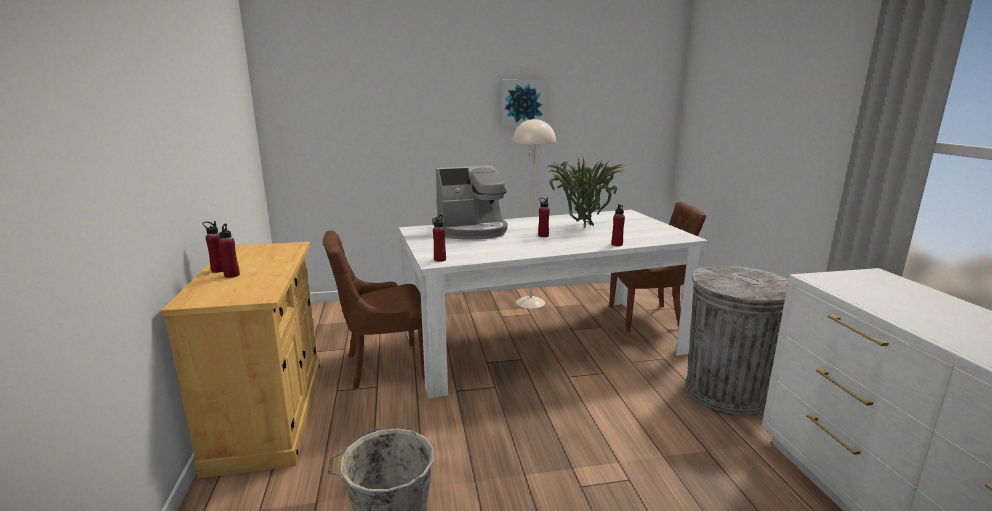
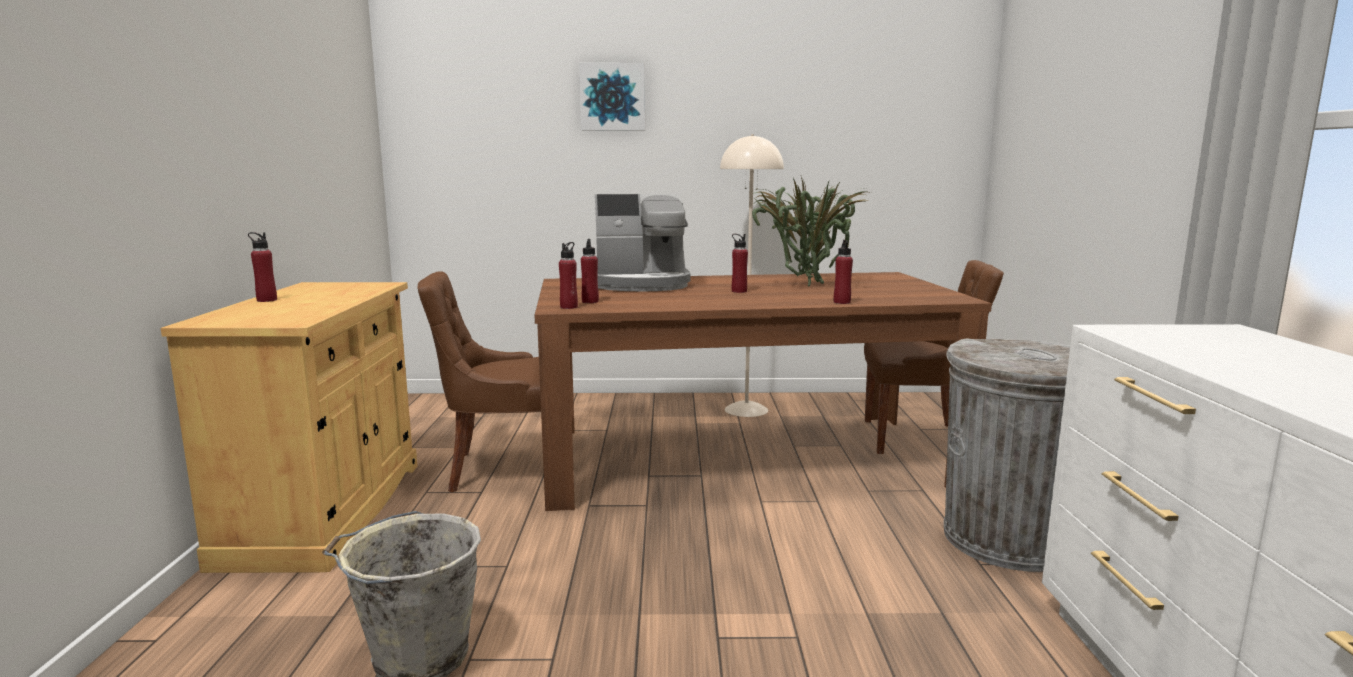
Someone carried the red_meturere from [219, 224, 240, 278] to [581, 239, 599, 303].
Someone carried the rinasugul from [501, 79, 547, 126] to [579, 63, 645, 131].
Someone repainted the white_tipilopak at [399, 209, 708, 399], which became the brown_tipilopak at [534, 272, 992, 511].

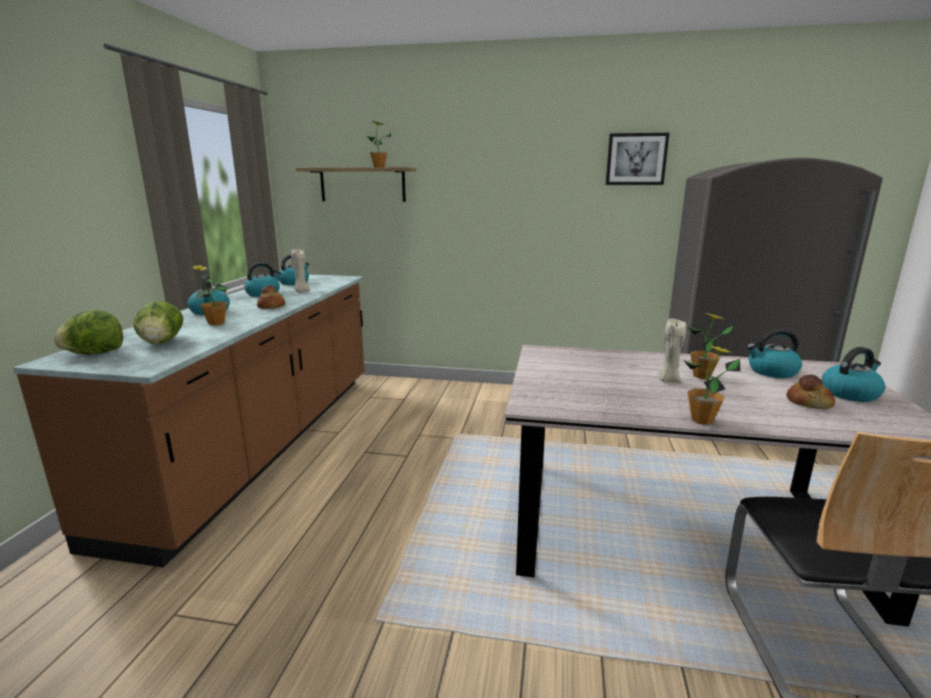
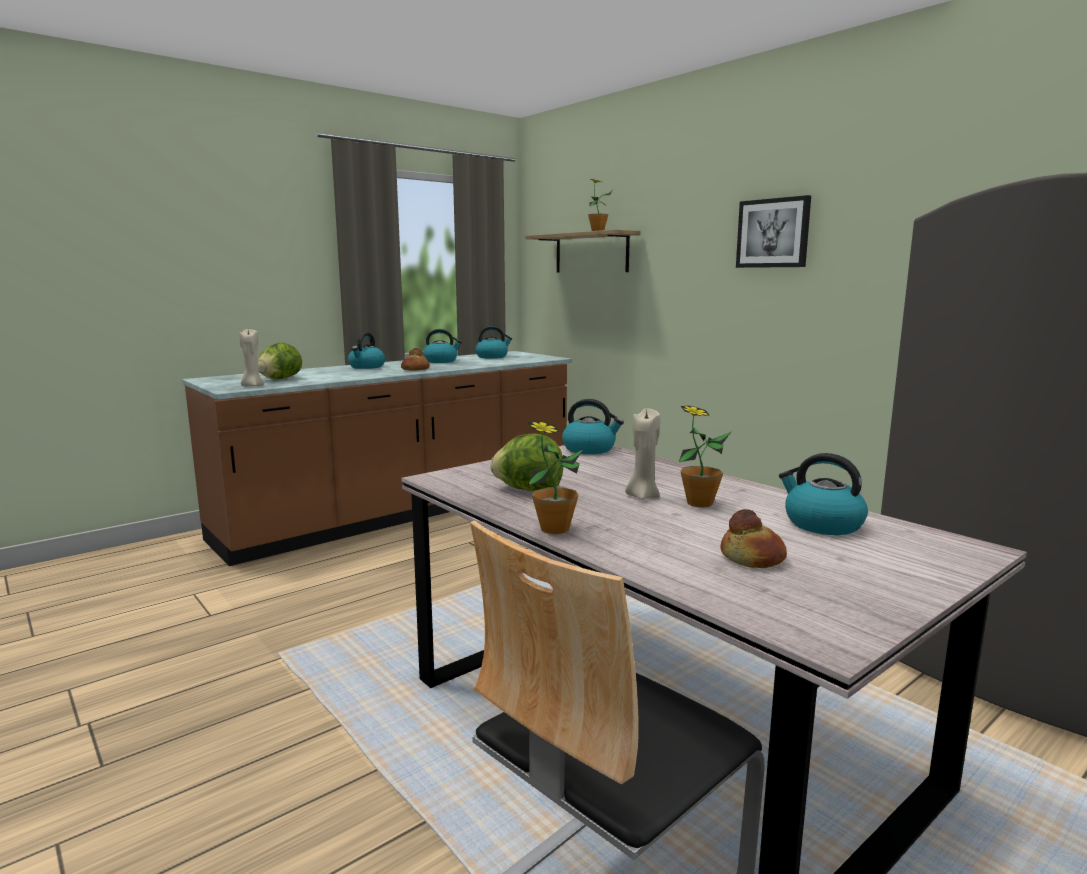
Someone took away the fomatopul at [191, 265, 228, 325].
Someone carried the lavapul from [54, 310, 123, 354] to [490, 433, 563, 491].
Someone carried the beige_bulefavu from [291, 249, 310, 292] to [239, 329, 264, 386].
Someone carried the rinasugul from [606, 133, 669, 185] to [736, 195, 811, 268].
Someone carried the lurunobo from [822, 347, 885, 402] to [562, 399, 624, 454].

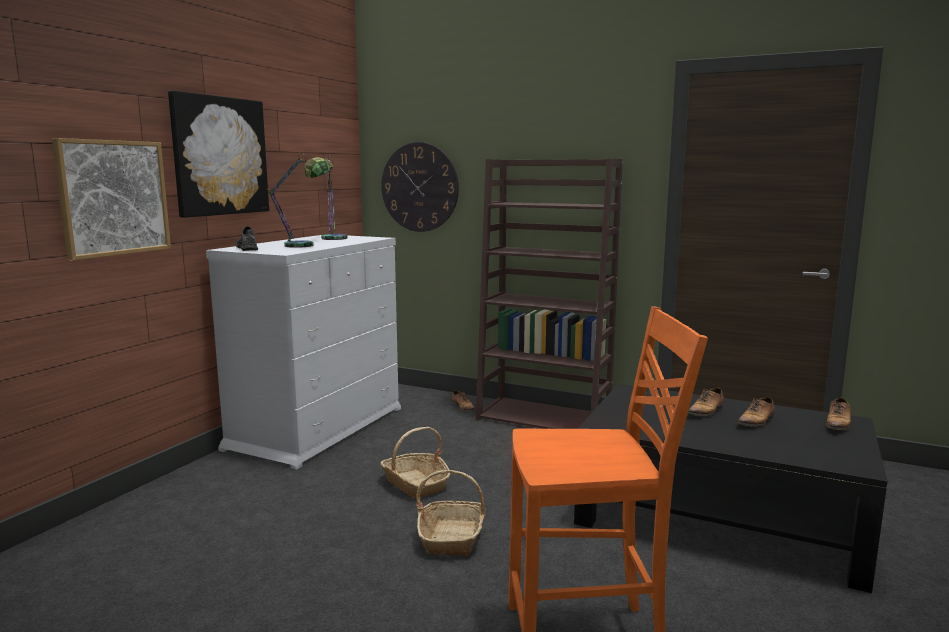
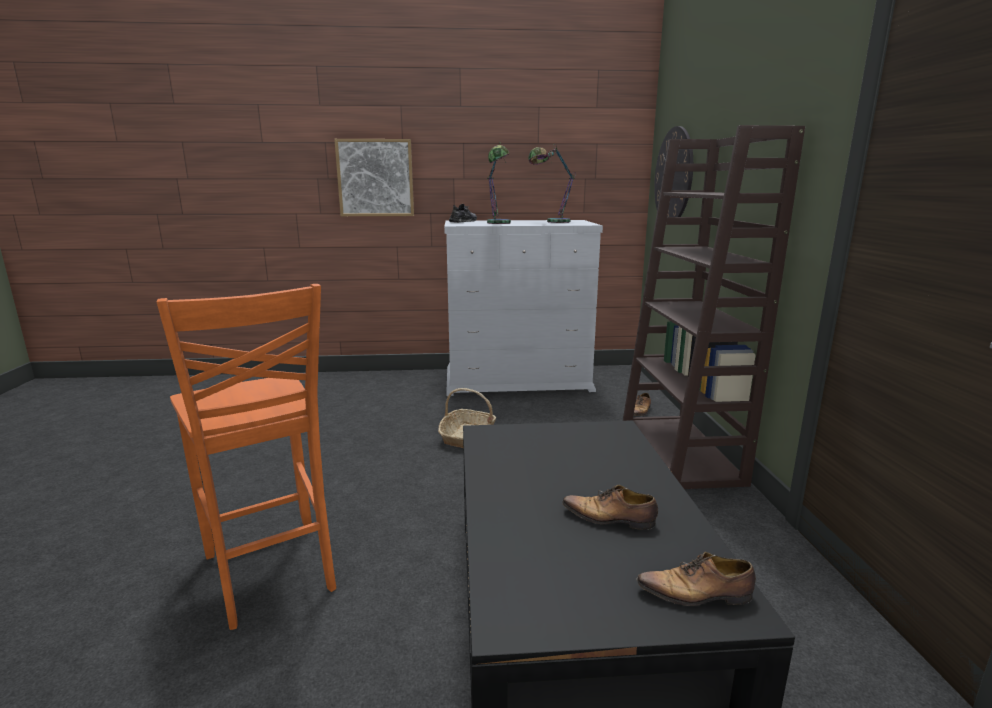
Someone took away the rinasugul at [168, 91, 269, 218].
Someone took away the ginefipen at [416, 470, 486, 556].
Someone took away the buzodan at [688, 388, 724, 416].

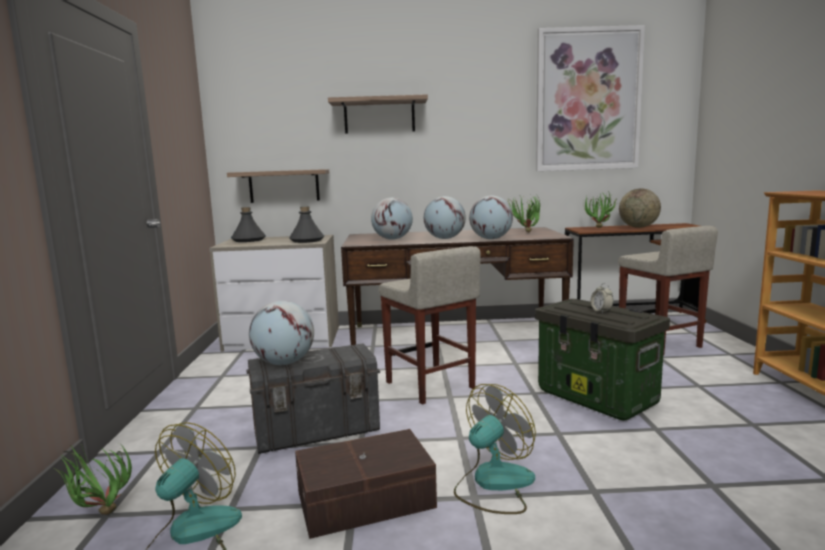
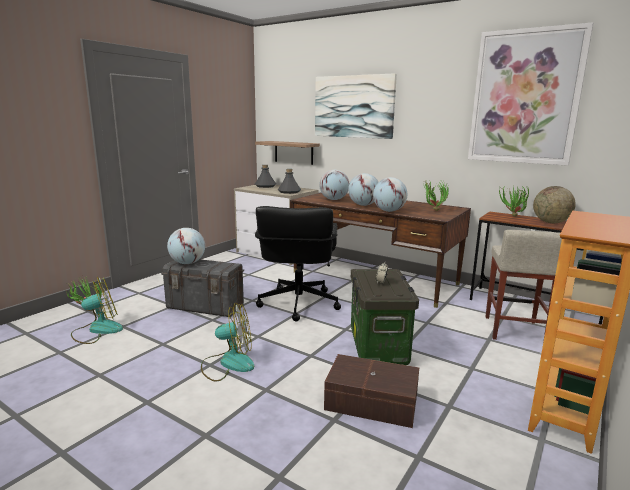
Someone carried the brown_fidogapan from [295, 429, 437, 539] to [324, 354, 419, 428].
Someone swapped the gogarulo at [328, 94, 428, 134] for the rinasugul at [315, 73, 397, 139].
Someone swapped the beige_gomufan at [378, 246, 481, 405] for the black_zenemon at [255, 206, 341, 321].

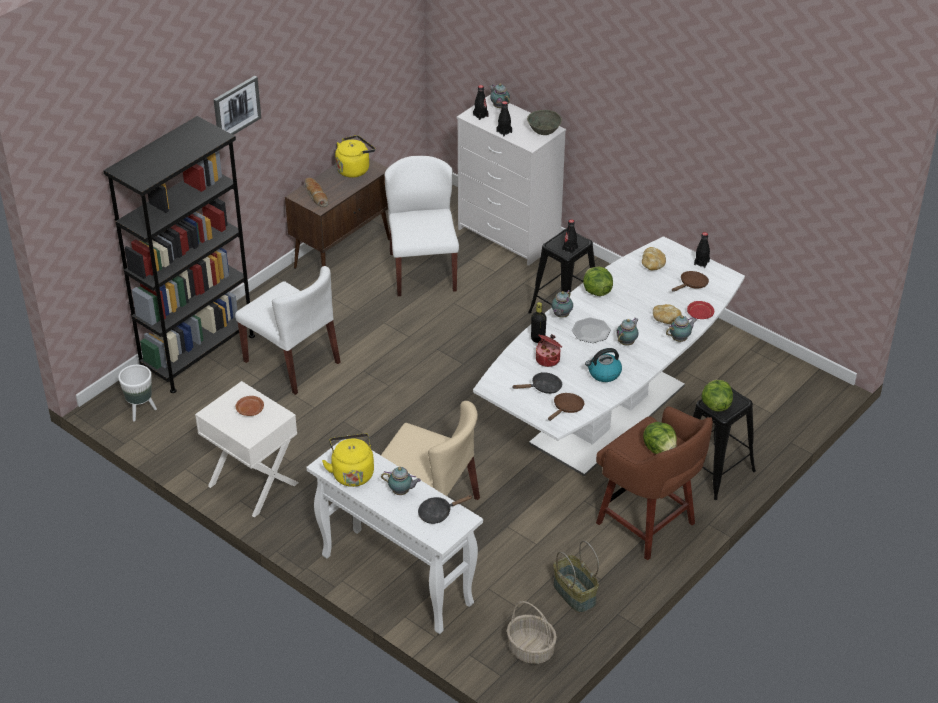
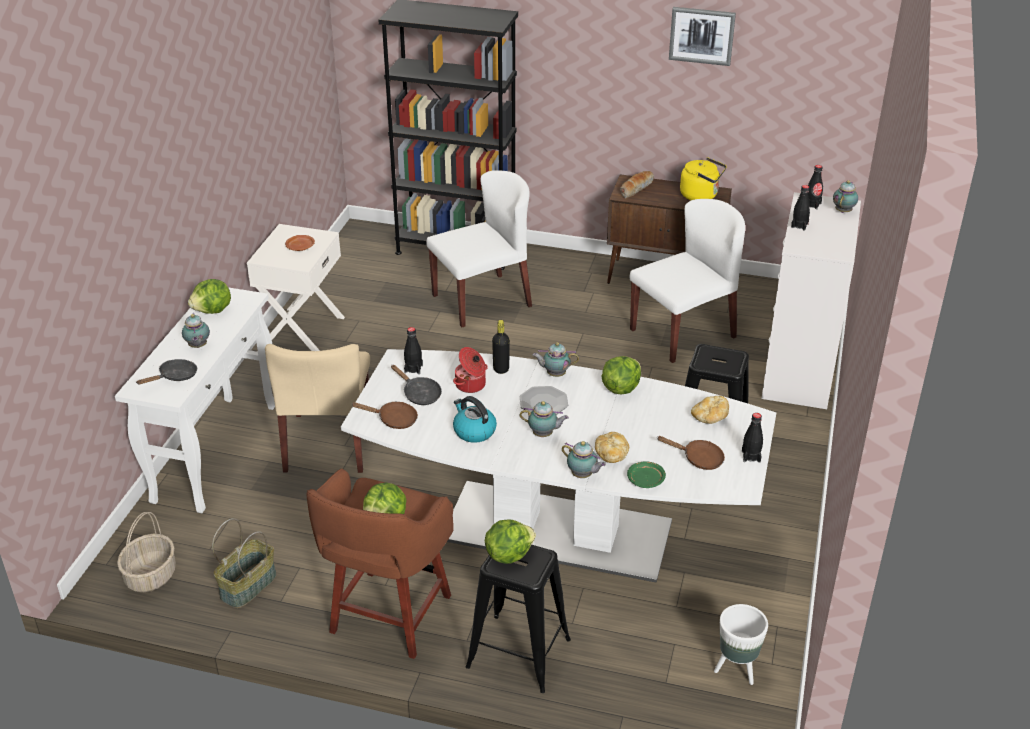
Someone took away the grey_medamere at [527, 110, 562, 135].
Someone carried the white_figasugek from [118, 365, 157, 422] to [714, 604, 768, 685].
Someone carried the rinasugul from [214, 76, 261, 135] to [669, 7, 736, 66].
Someone carried the black_meturere from [562, 219, 578, 255] to [404, 327, 423, 374].
Someone swapped the yellow_lurunobo at [322, 434, 374, 487] for the lavapul at [188, 279, 231, 314].
Someone repainted the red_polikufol at [687, 301, 714, 319], which became the green_polikufol at [627, 461, 666, 488].
Someone rotated the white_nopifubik at [235, 266, 341, 395] by 135 degrees counterclockwise.
Someone rotated the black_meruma at [418, 495, 472, 524] by 90 degrees clockwise.

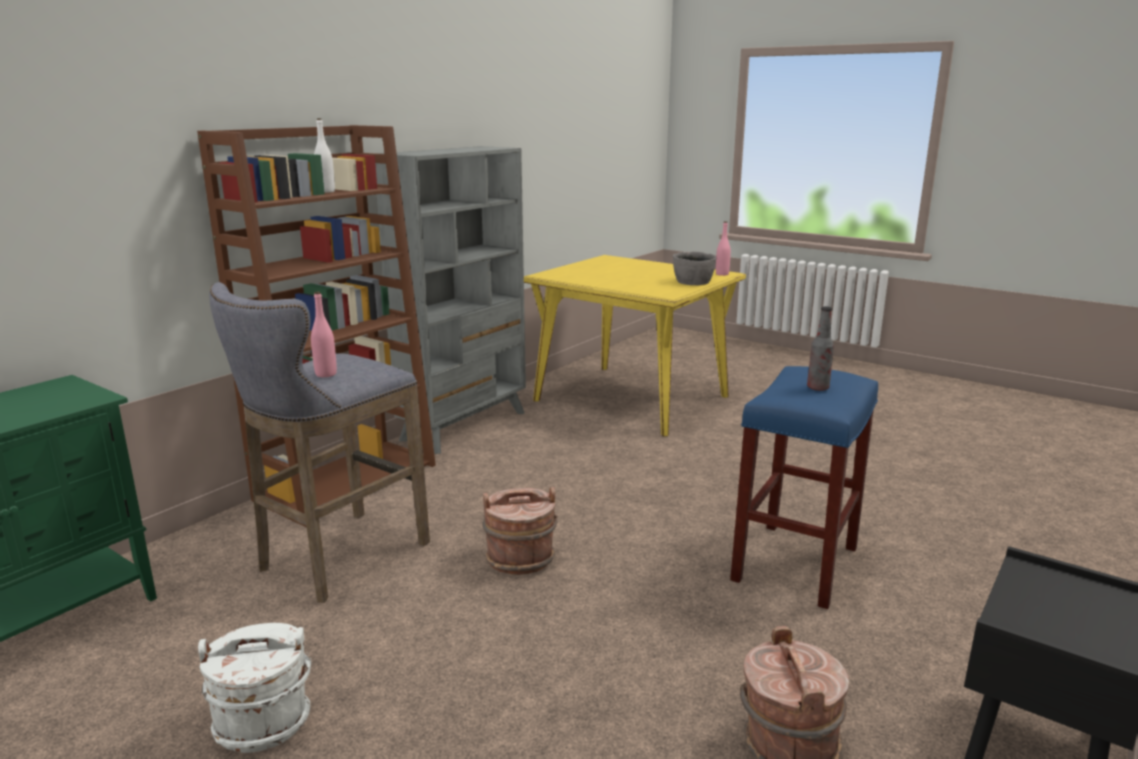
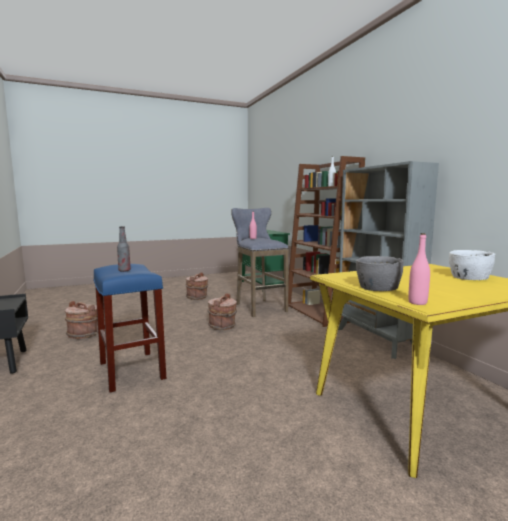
Someone put down the white_medamere at [449, 250, 495, 280].
Someone repainted the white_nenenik at [198, 623, 311, 753], which became the brown_nenenik at [186, 272, 208, 300].

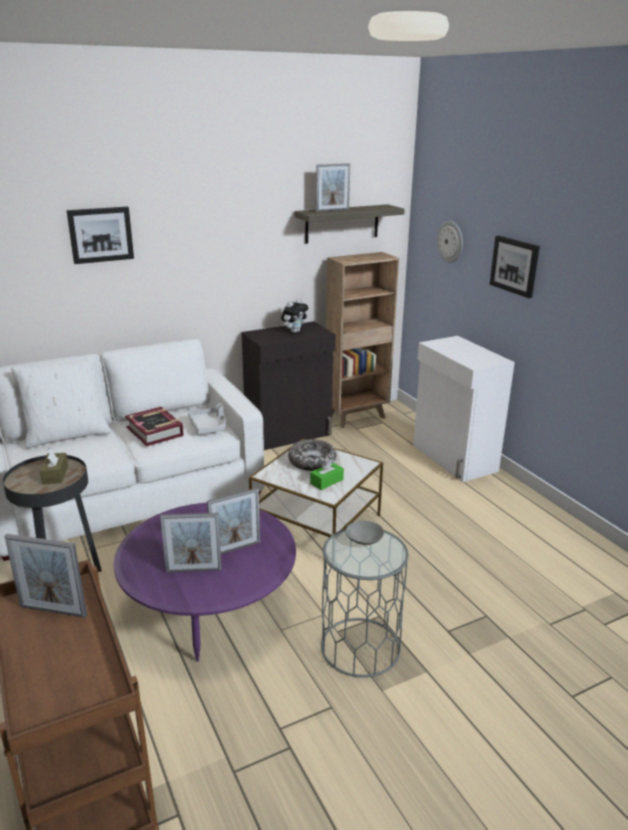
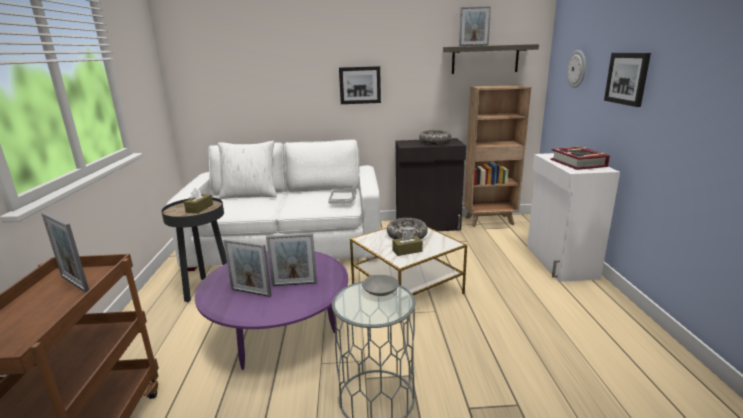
Someone carried the rinasugul from [66, 207, 134, 264] to [339, 66, 381, 104].
Someone carried the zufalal from [125, 407, 184, 446] to [550, 147, 610, 170].
Someone swapped the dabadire at [281, 298, 308, 333] for the medamere at [419, 130, 451, 145].
Someone repainted the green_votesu at [310, 459, 344, 490], which became the brown_votesu at [392, 230, 423, 256].

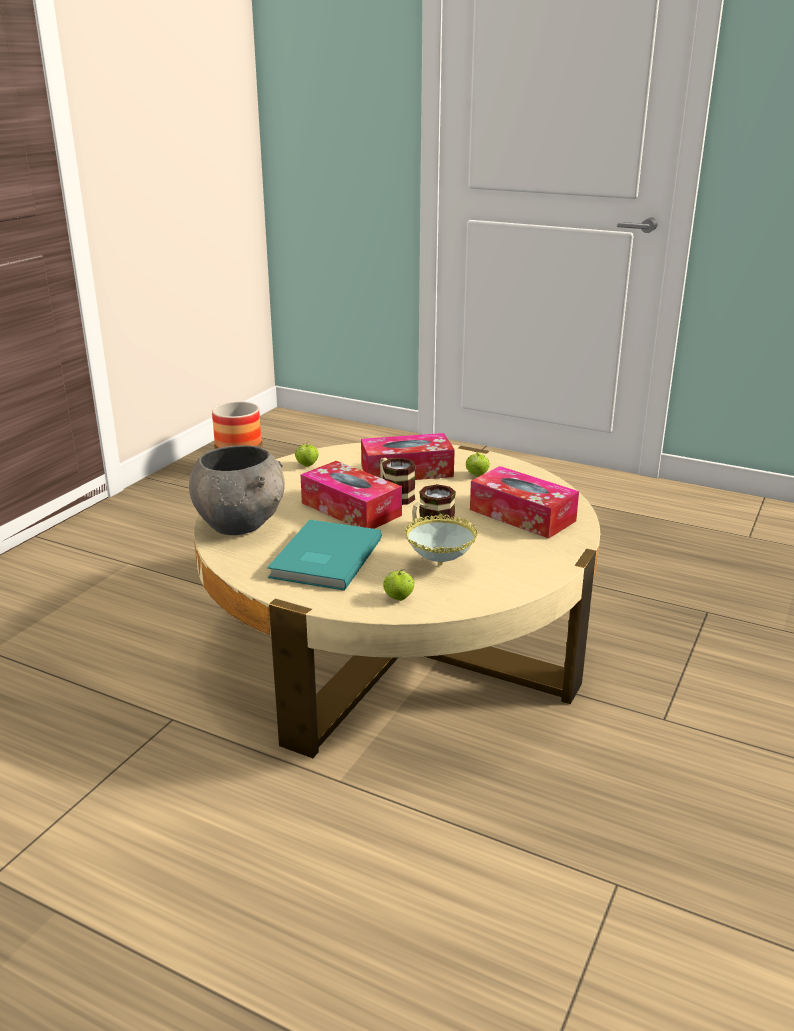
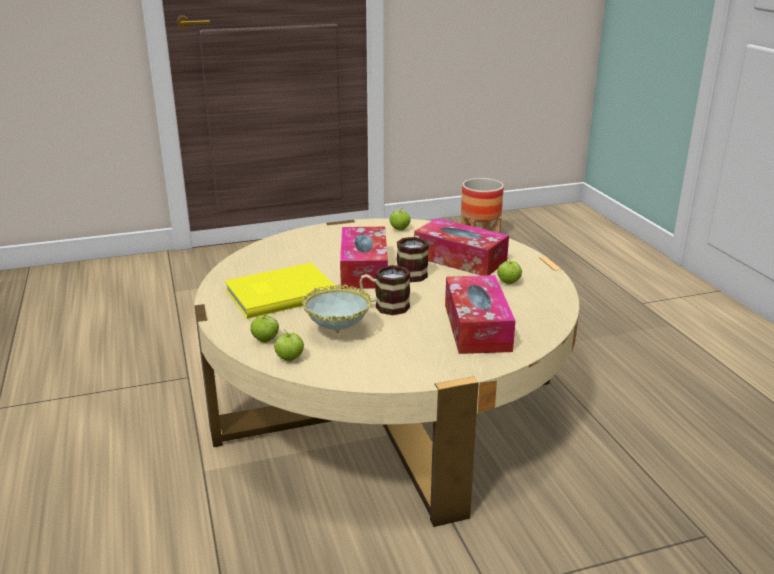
Someone took away the grey_medamere at [189, 445, 285, 535].
Someone put down the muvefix at [274, 330, 304, 361].
Someone repainted the turquoise_zufalal at [267, 520, 382, 591], which became the yellow_zufalal at [224, 263, 336, 319].

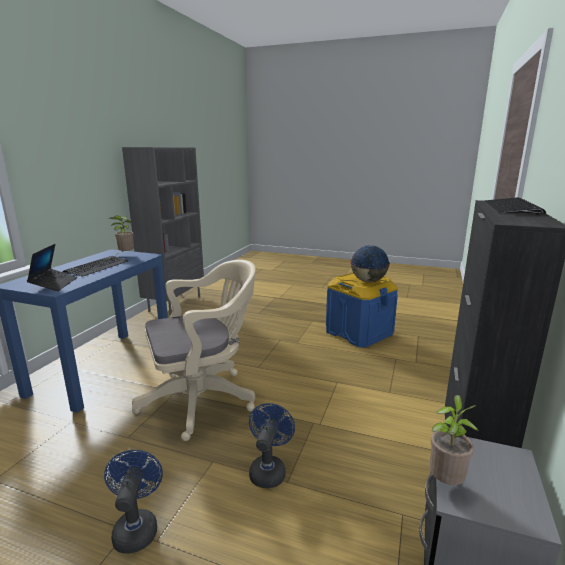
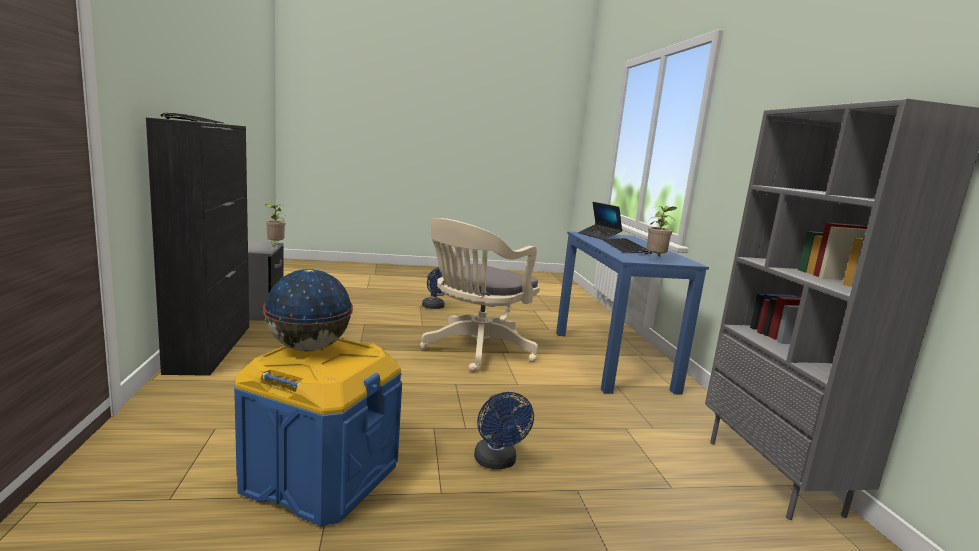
Someone carried the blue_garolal from [249, 403, 295, 488] to [474, 392, 534, 469].

